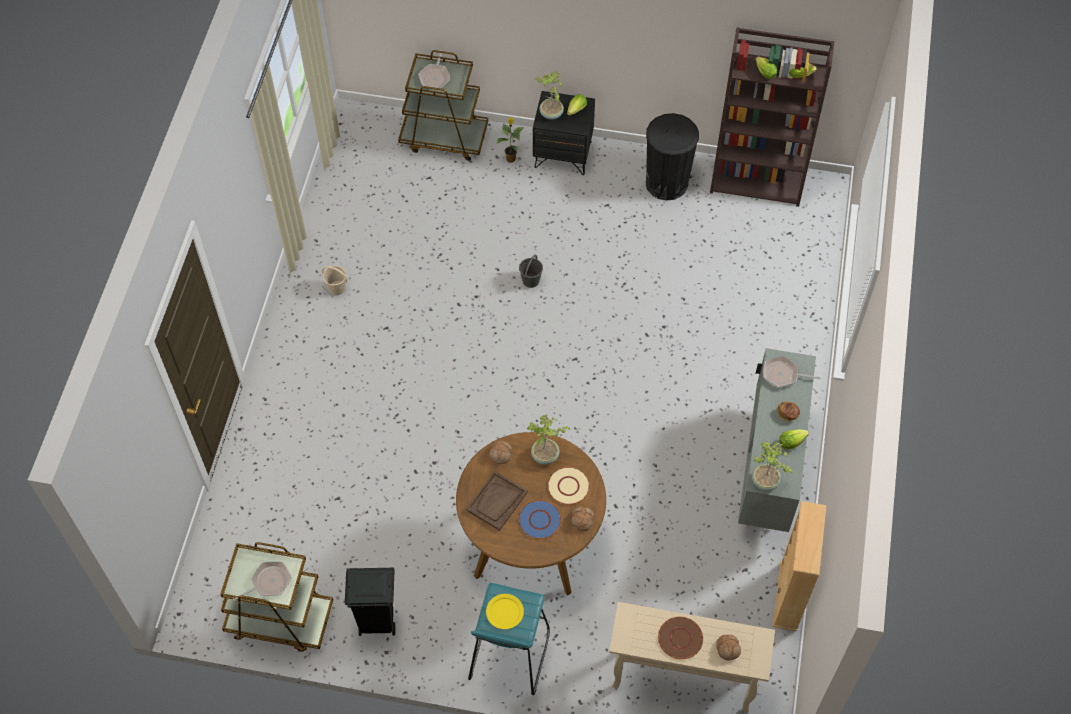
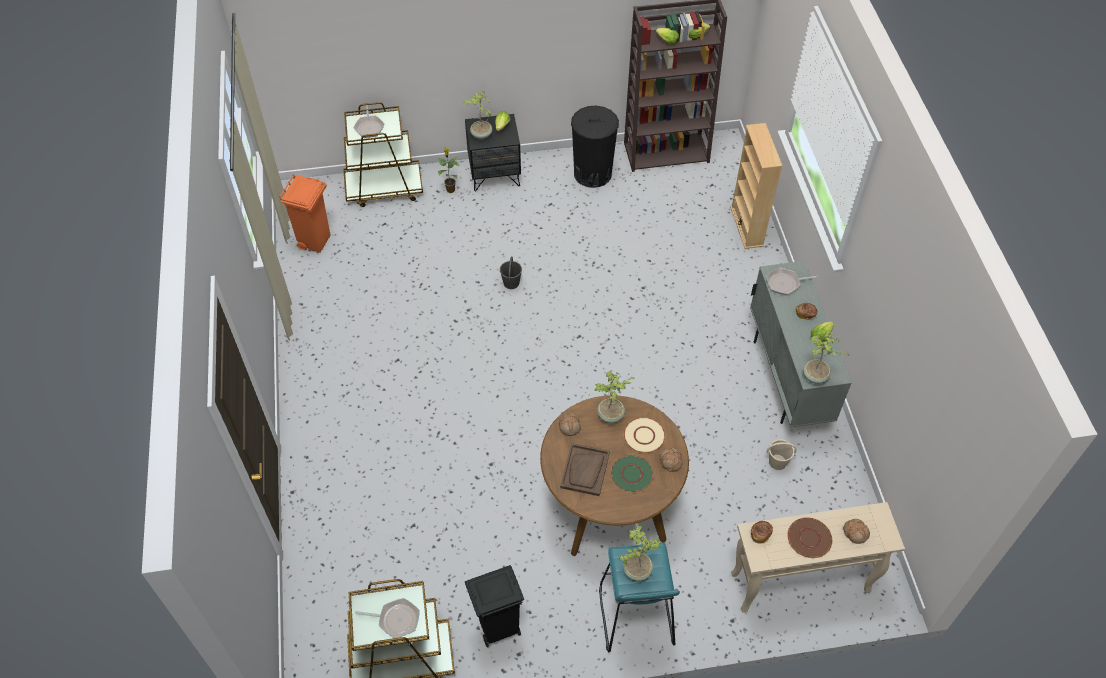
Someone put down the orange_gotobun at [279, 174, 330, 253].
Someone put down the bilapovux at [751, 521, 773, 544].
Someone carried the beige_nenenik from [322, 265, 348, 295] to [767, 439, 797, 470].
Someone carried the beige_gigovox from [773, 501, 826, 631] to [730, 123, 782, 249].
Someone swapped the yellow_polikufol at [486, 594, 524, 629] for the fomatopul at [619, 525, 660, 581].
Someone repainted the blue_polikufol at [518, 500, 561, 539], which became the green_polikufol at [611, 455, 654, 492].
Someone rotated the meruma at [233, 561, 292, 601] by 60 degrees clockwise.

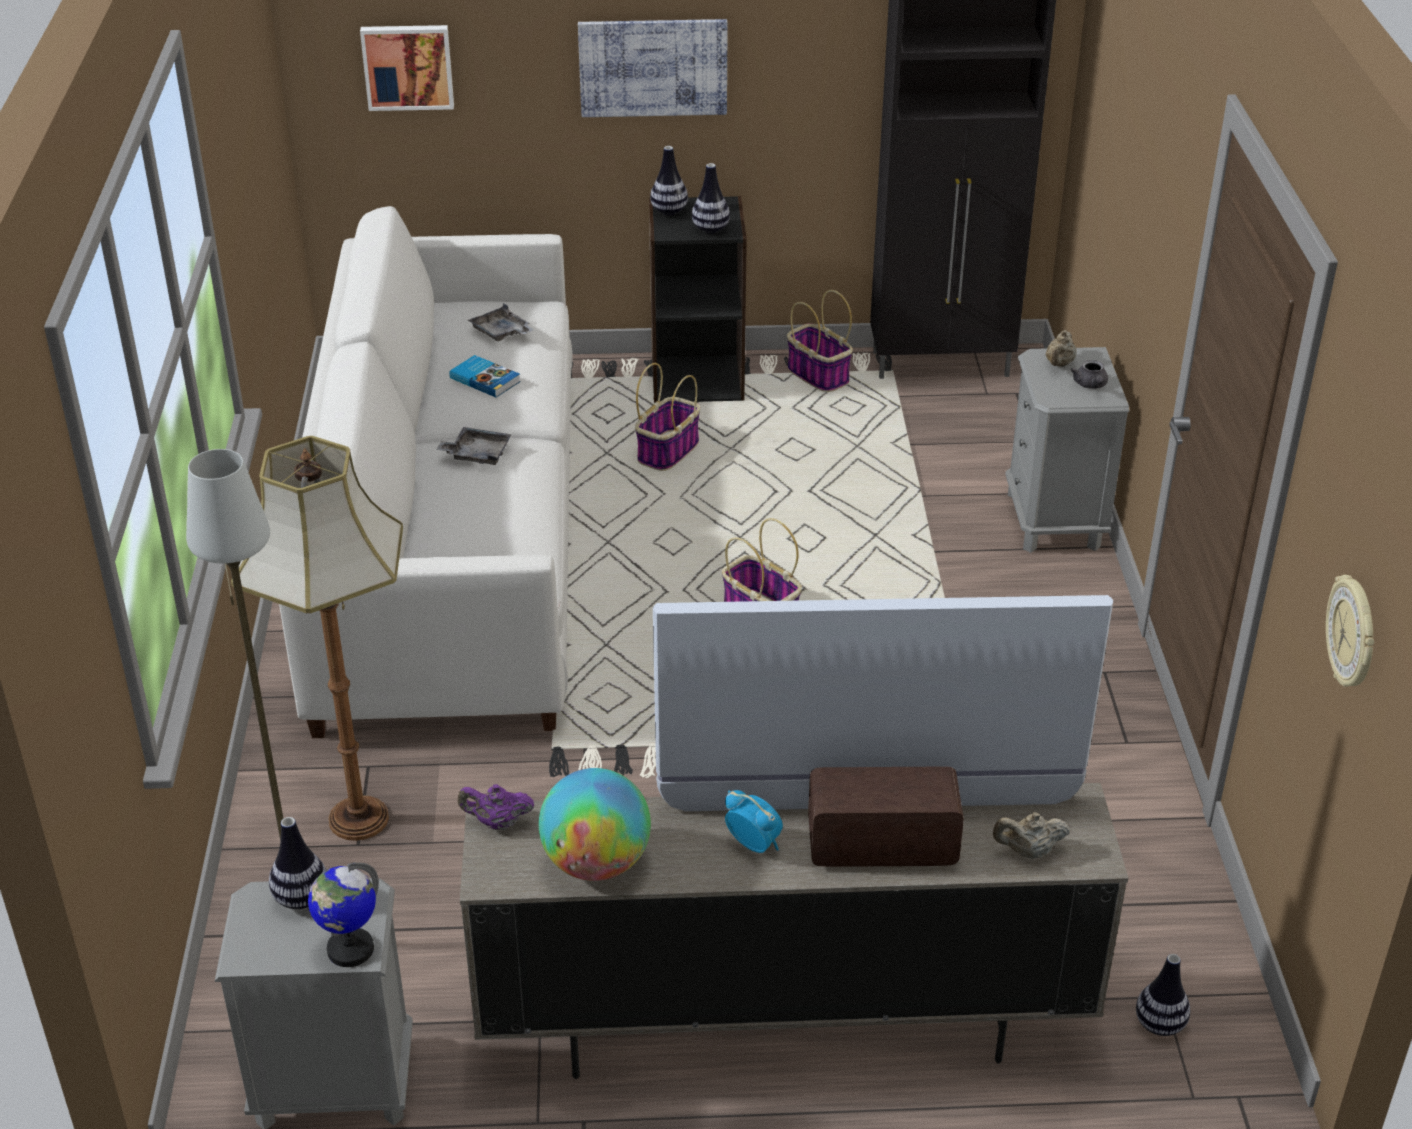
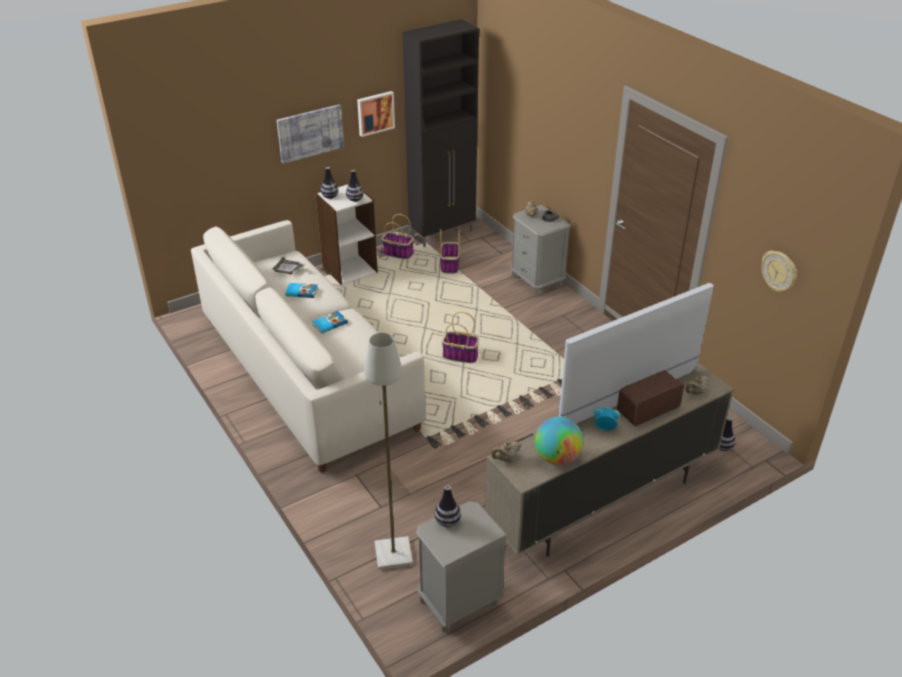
Someone took away the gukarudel at [231, 436, 403, 841].
Someone took away the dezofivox at [308, 862, 379, 967].
Someone carried the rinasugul from [360, 25, 454, 111] to [357, 91, 395, 137].
Someone carried the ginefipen from [635, 363, 700, 471] to [440, 229, 460, 274].
Someone swapped the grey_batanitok at [436, 427, 512, 465] for the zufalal at [312, 311, 348, 334].
Someone repainted the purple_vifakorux at [458, 784, 534, 830], which became the beige_vifakorux at [491, 442, 522, 462].
Someone repainted the black_gigovox at [649, 196, 747, 403], which became the white_gigovox at [315, 184, 378, 285].

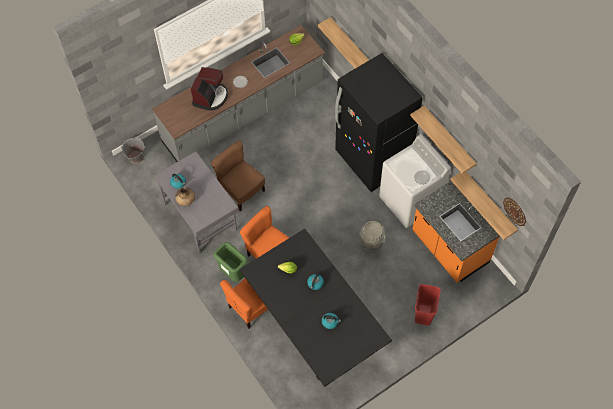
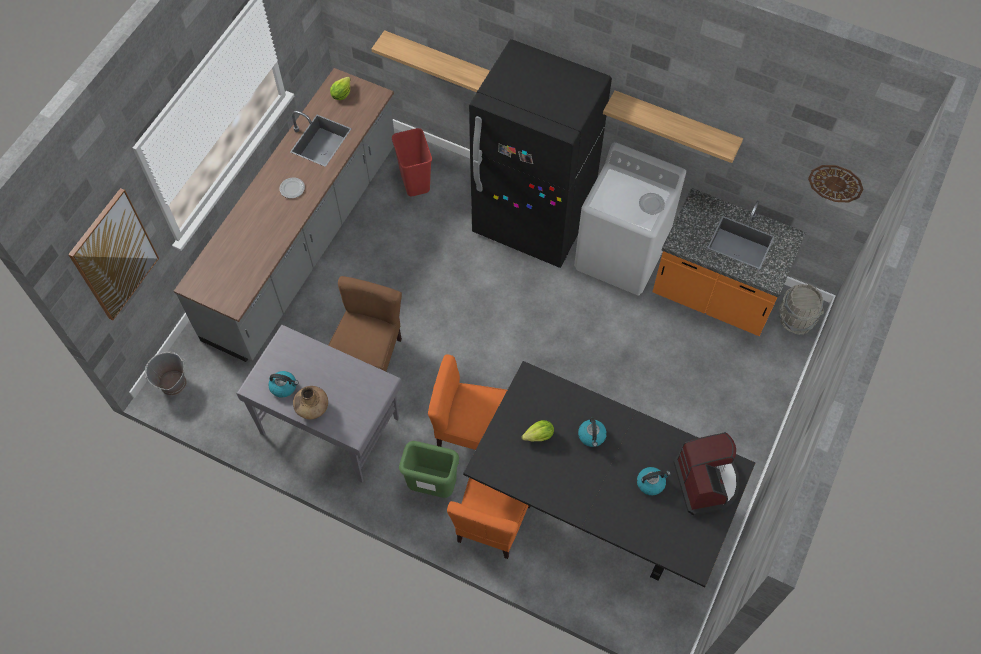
Someone took away the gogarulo at [450, 172, 518, 240].
Someone put up the rinasugul at [68, 188, 159, 320].
Someone carried the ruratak from [191, 67, 228, 111] to [674, 432, 740, 515].
Someone carried the grey_nenenik from [359, 221, 386, 252] to [778, 284, 824, 335].
Someone carried the red_gotobun from [415, 284, 441, 325] to [392, 128, 432, 196].
Someone rotated the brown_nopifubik at [211, 140, 265, 211] by 90 degrees clockwise.

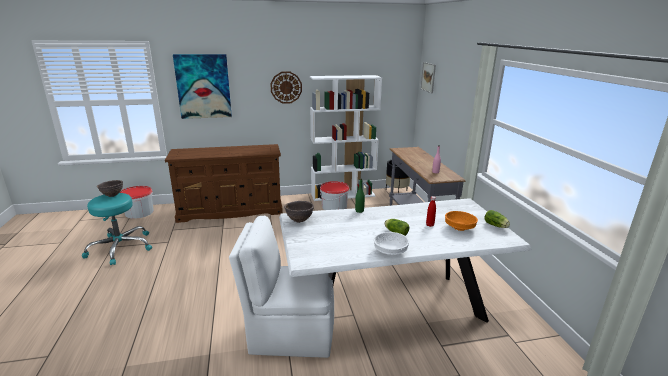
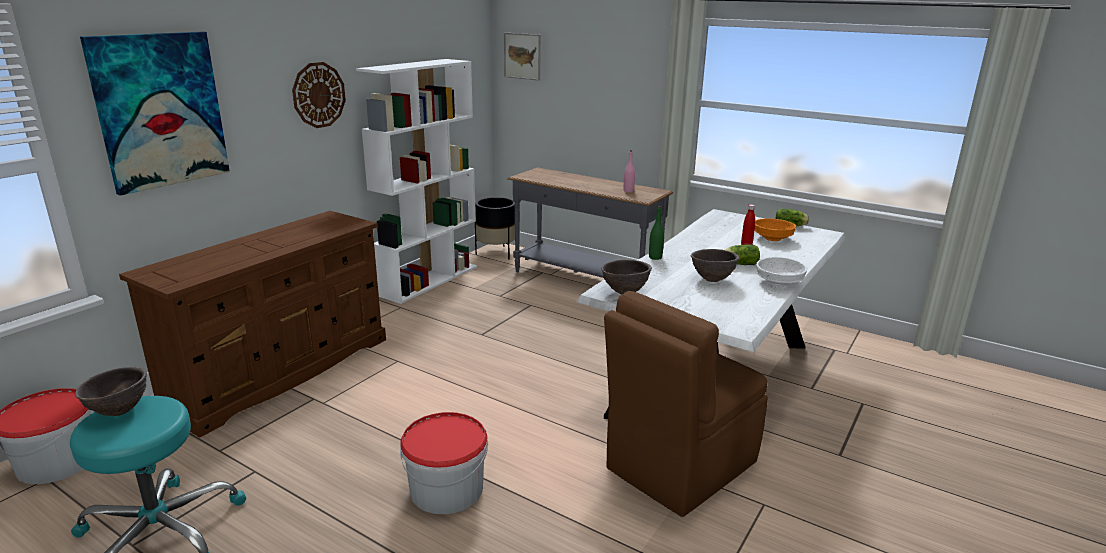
Someone put down the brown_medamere at [691, 249, 740, 282].
Someone carried the nenenik from [320, 181, 350, 210] to [400, 412, 488, 514].
Someone repainted the white_nopifubik at [229, 216, 334, 358], which became the brown_nopifubik at [604, 291, 768, 517].

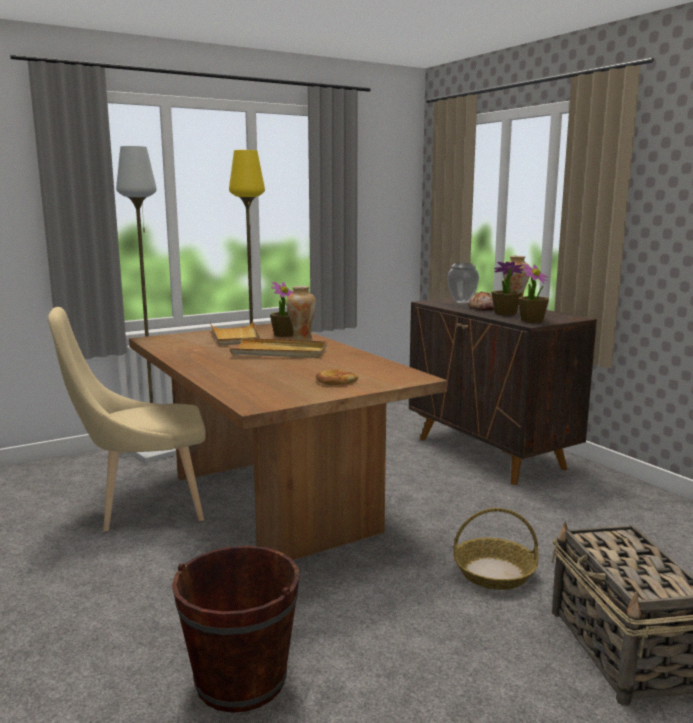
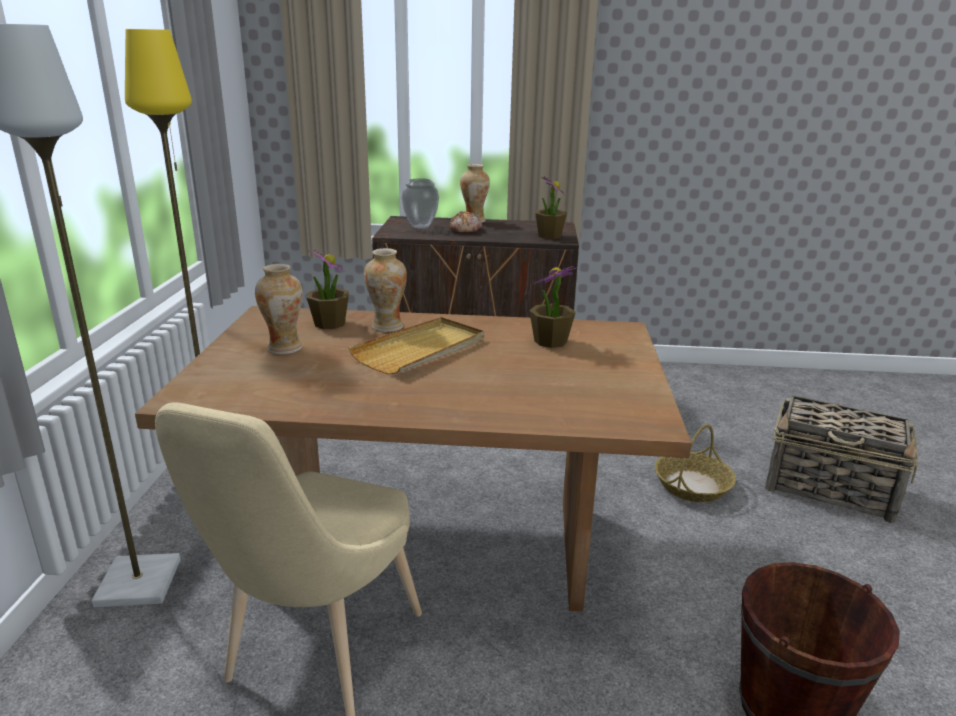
Someone took away the bilapovux at [316, 369, 358, 385].
Someone carried the fomatopul from [491, 261, 523, 315] to [529, 266, 576, 348].
Someone swapped the beige_batanitok at [210, 321, 260, 346] for the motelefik at [255, 264, 302, 354].

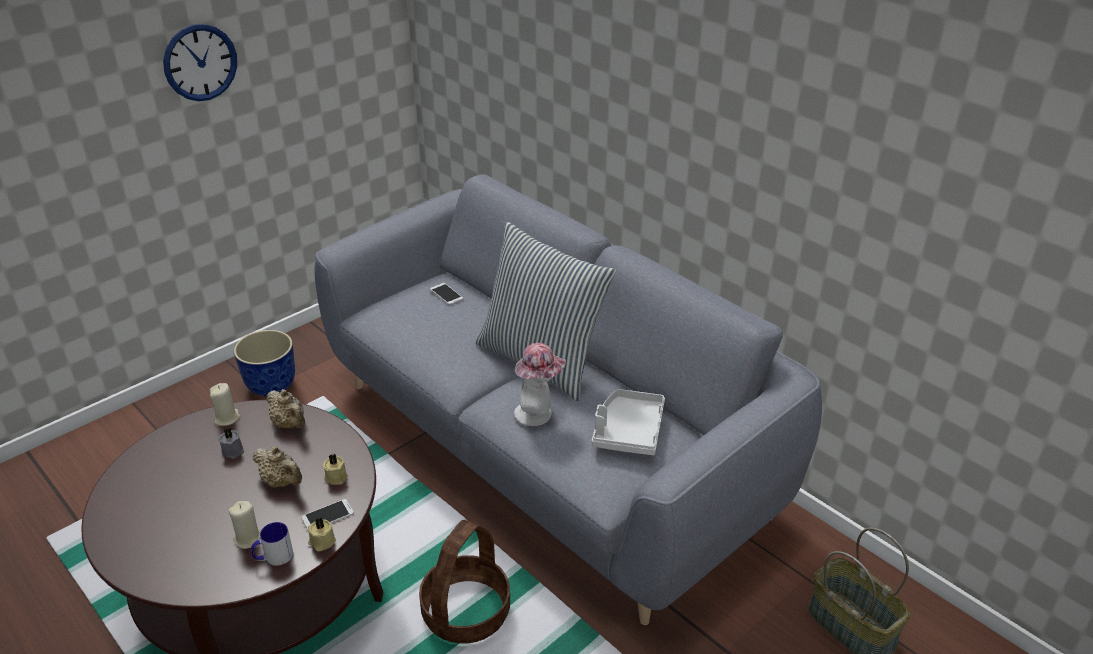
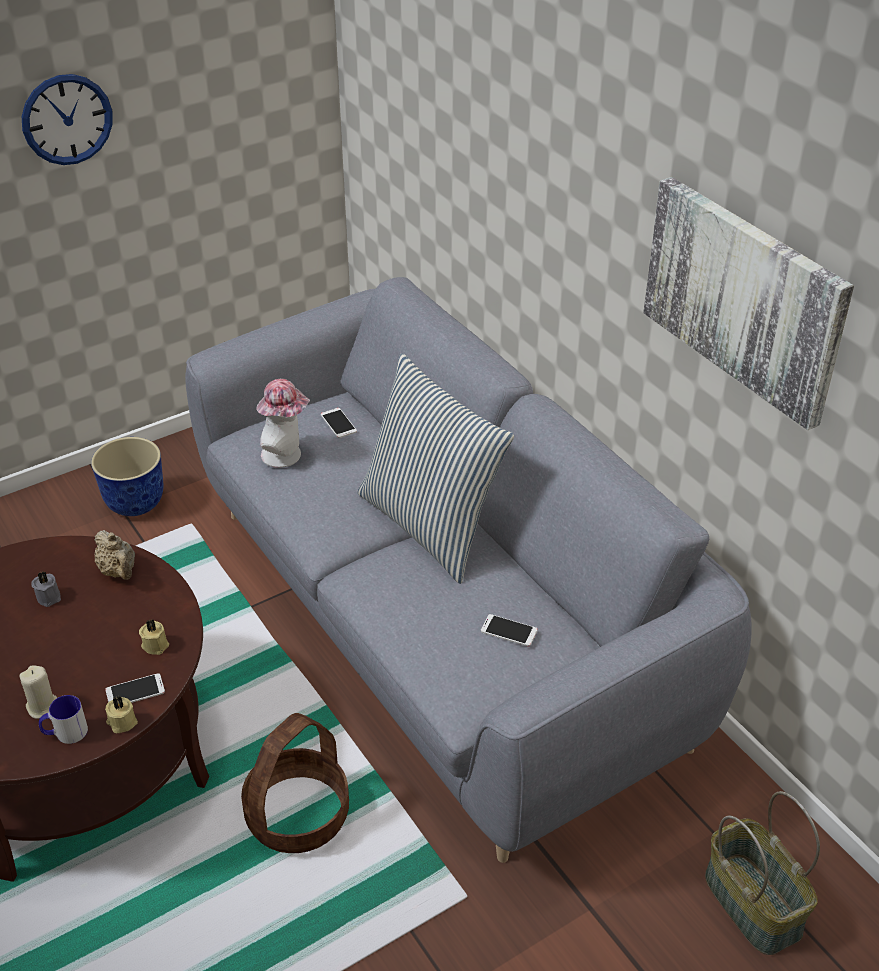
Someone took away the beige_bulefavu at [210, 383, 240, 426].
Someone took away the beige_vifakorux at [253, 446, 302, 487].
Someone put up the rinasugul at [643, 177, 854, 430].
Someone carried the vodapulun from [514, 343, 566, 426] to [257, 379, 310, 468].
Someone swapped the grey_batanitok at [592, 389, 665, 455] for the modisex at [481, 614, 538, 646].

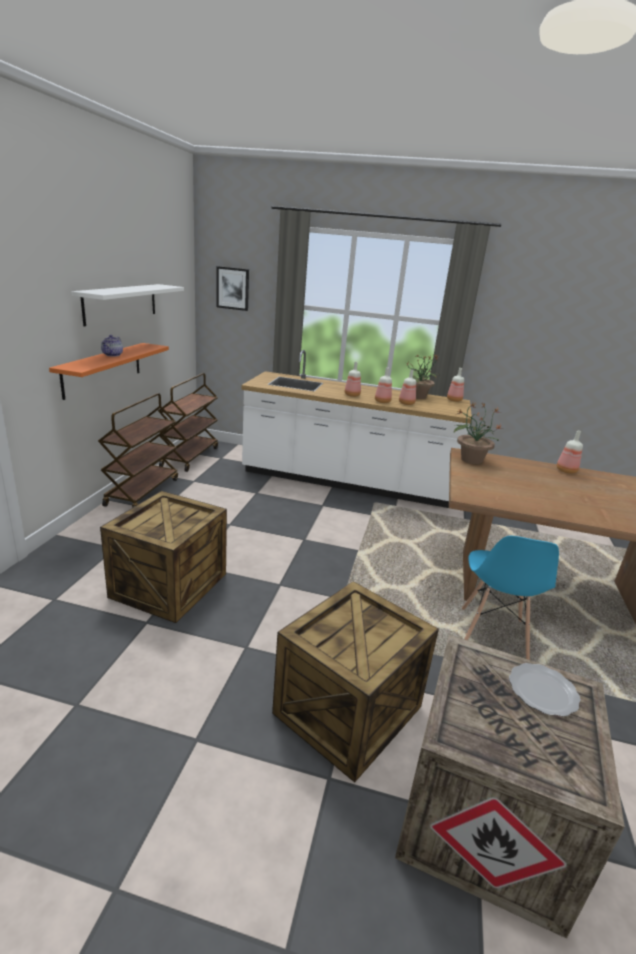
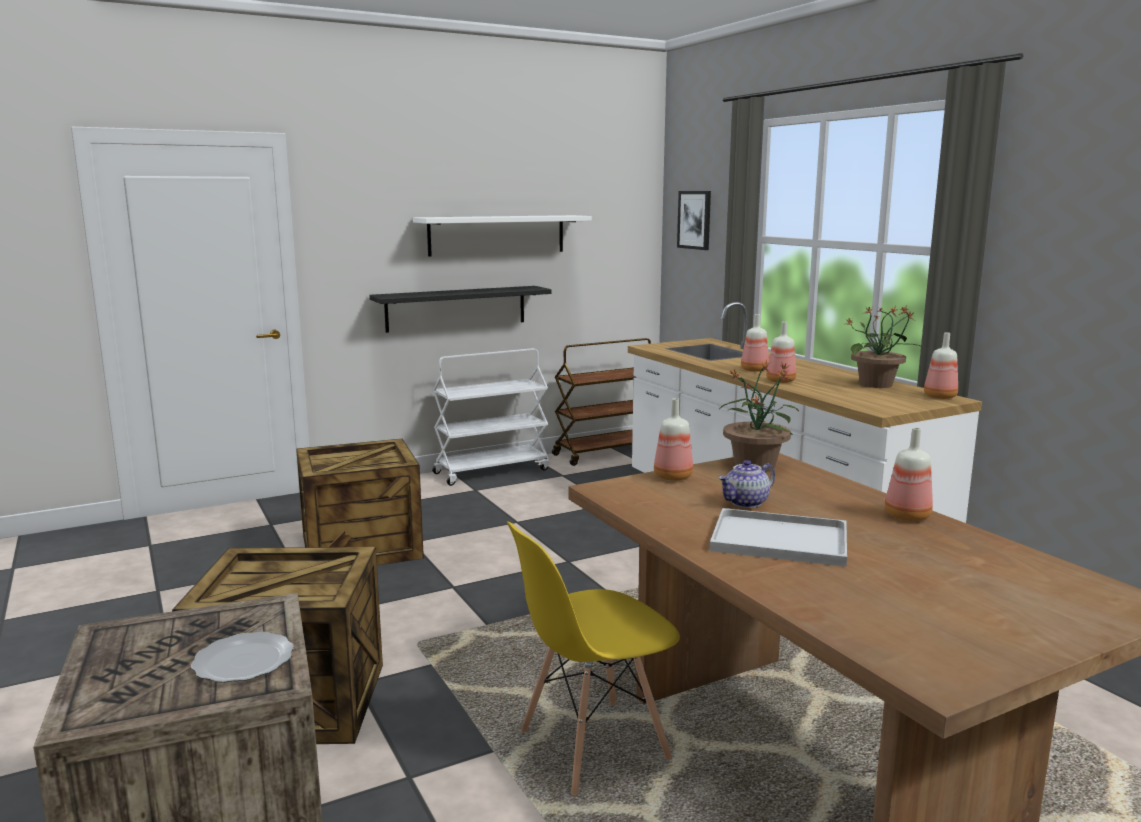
Someone put down the white_batanitok at [710, 508, 847, 567].
Someone carried the vifakorux from [101, 335, 123, 357] to [718, 460, 775, 508].
Someone carried the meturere from [399, 369, 416, 405] to [654, 398, 693, 481].
Someone repainted the orange_gogarulo at [49, 343, 169, 400], which became the black_gogarulo at [369, 286, 552, 333].
Someone repainted the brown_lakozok at [98, 393, 178, 508], which became the white_lakozok at [432, 348, 550, 486].
Someone repainted the blue_nopifubik at [462, 536, 559, 660], which became the yellow_nopifubik at [507, 521, 680, 796].

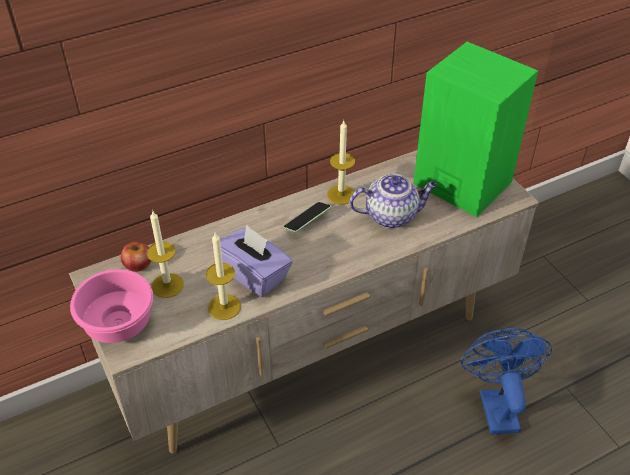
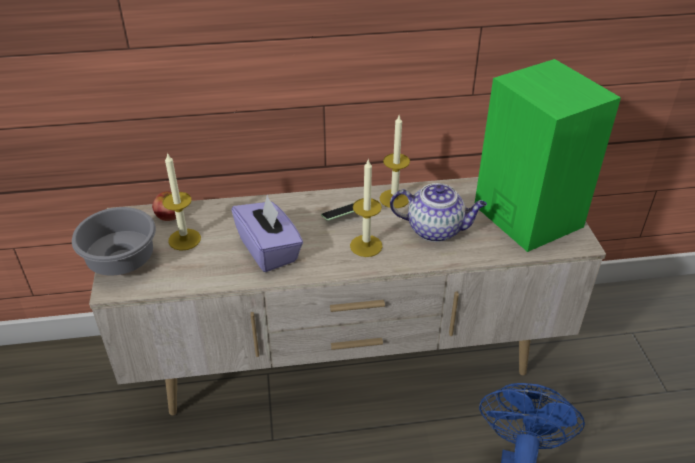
Someone carried the bulefavu from [206, 233, 241, 320] to [350, 160, 383, 257].
Someone repainted the pink_medamere at [70, 269, 153, 343], which became the grey_medamere at [72, 207, 156, 276].

